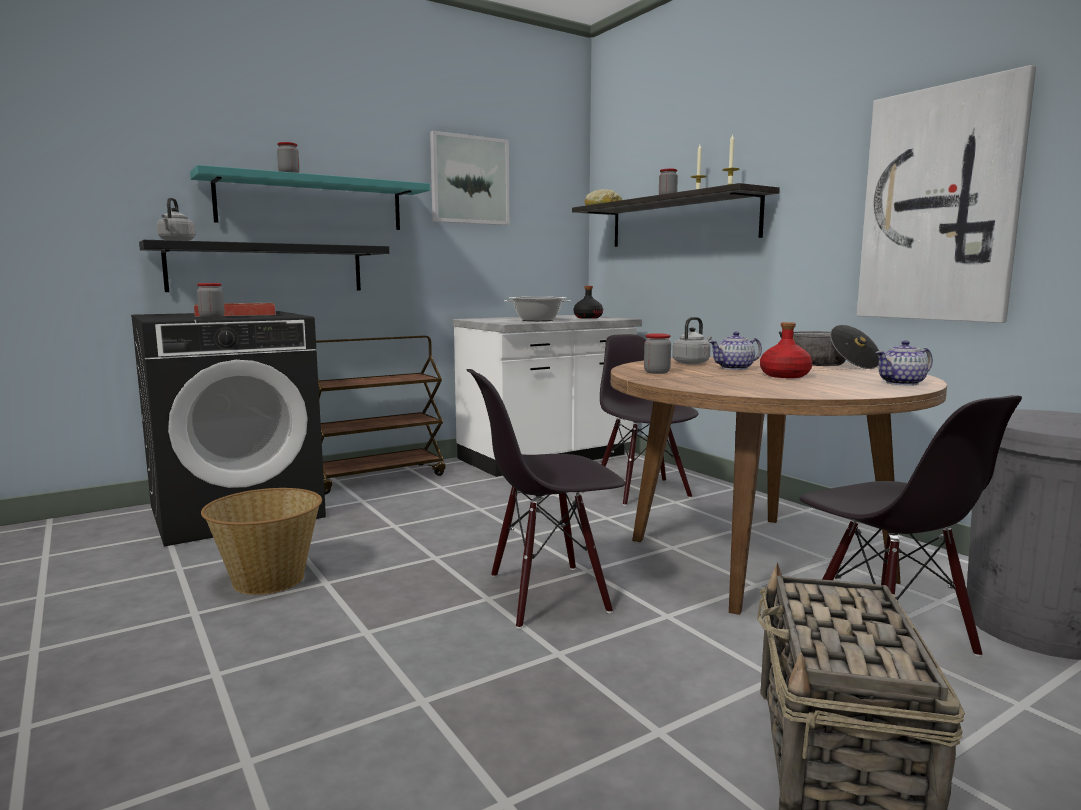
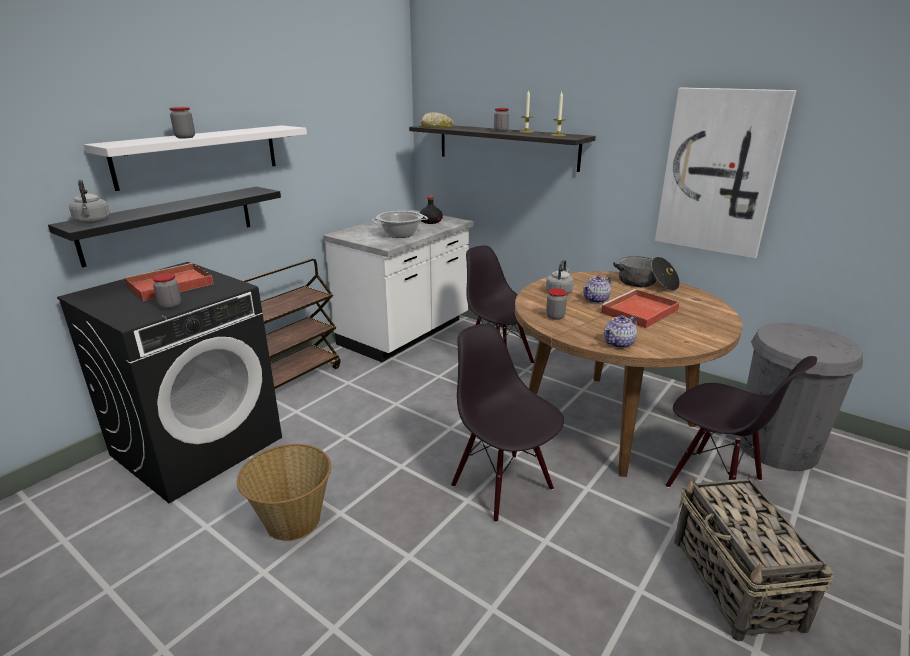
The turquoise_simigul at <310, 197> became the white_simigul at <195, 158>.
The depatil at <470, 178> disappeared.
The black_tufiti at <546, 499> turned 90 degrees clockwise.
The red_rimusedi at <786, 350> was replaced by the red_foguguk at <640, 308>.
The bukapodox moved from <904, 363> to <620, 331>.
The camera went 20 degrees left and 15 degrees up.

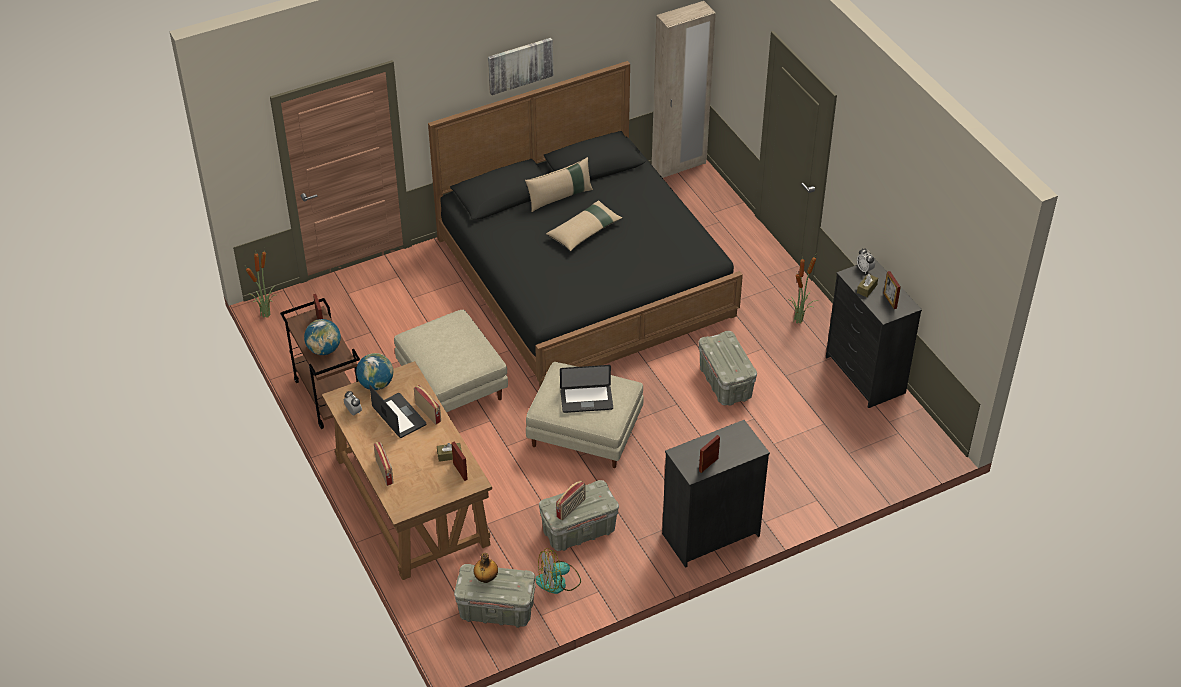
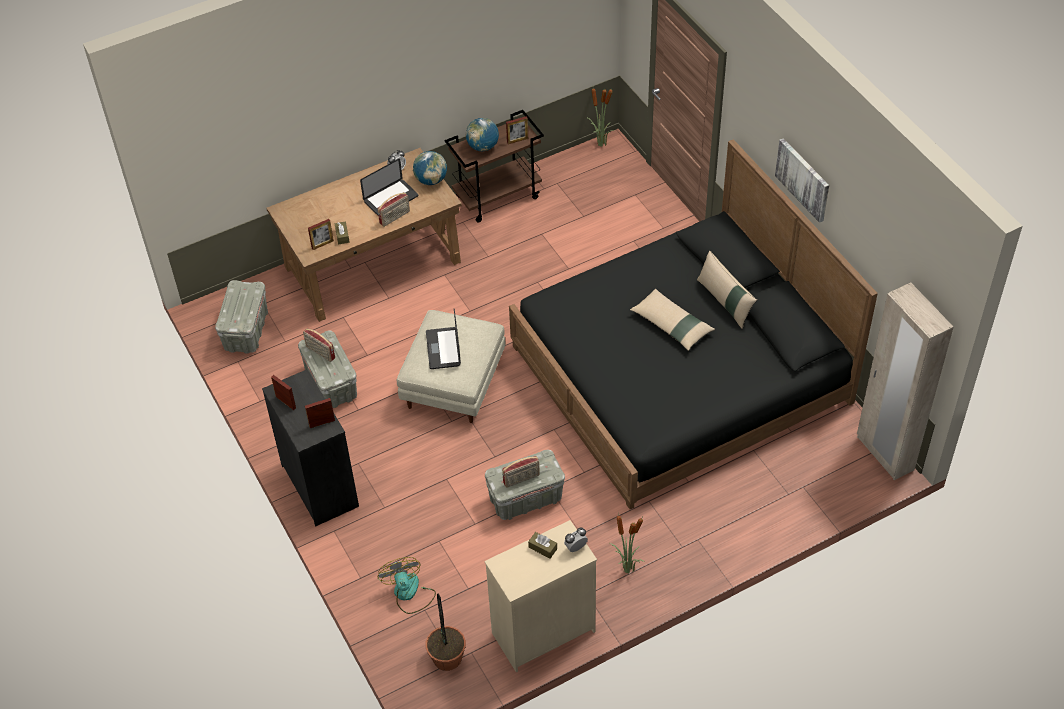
The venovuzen moved from <384, 464> to <521, 471>.
The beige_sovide at <451, 361> disappeared.
The rimusedi at <485, 568> disappeared.
The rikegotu moved from <558, 571> to <406, 585>.
The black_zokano at <874, 333> became the beige_zokano at <540, 596>.
The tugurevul moved from <892, 290> to <320, 413>.
The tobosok at <445, 632> appeared.
The camera went 90 degrees right and 5 degrees up.

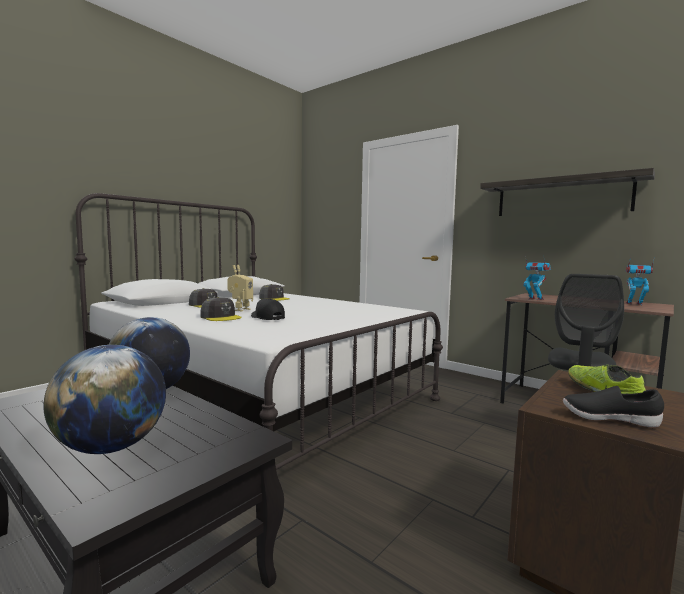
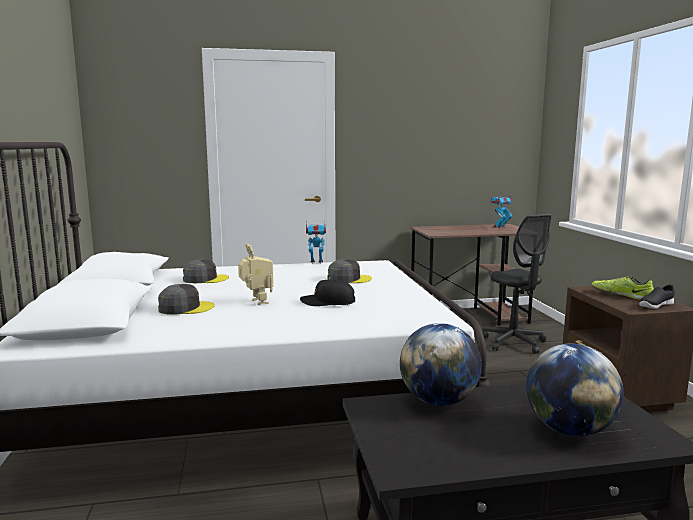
The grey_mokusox moved from <221, 309> to <350, 271>.
The simigul at <567, 192> disappeared.
The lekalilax moved from <537, 277> to <316, 242>.
The camera went 50 degrees left and 5 degrees up.

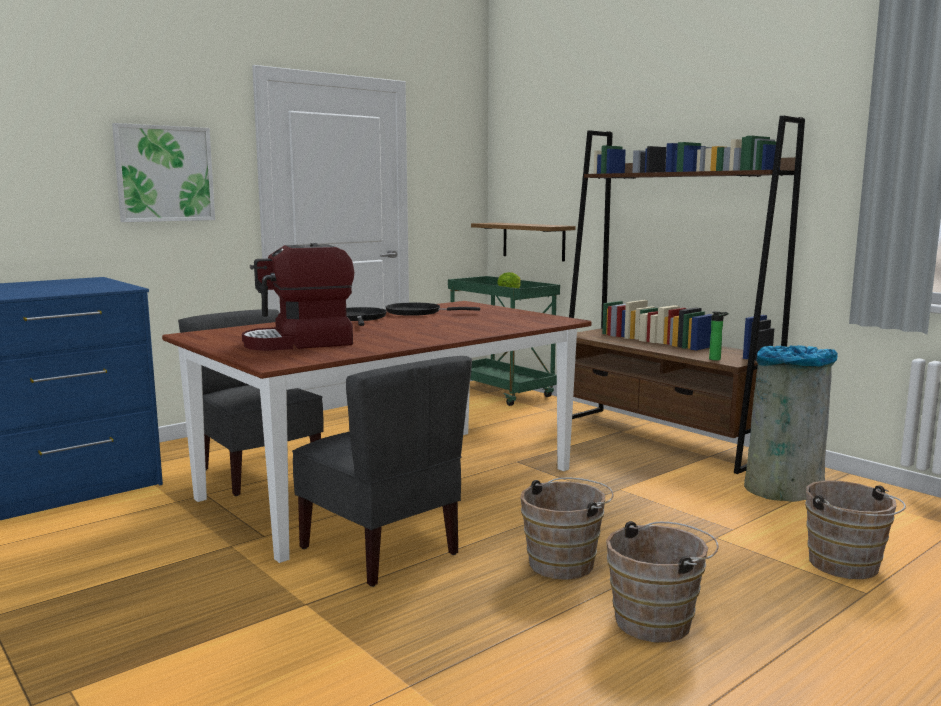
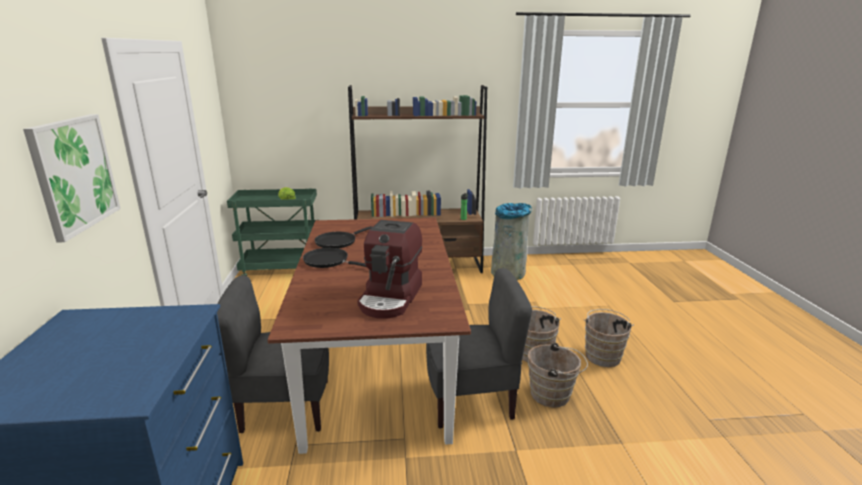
The simigul at <523, 242> disappeared.
The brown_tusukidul moved from <855, 529> to <558, 375>.
The camera went 55 degrees left and 10 degrees up.

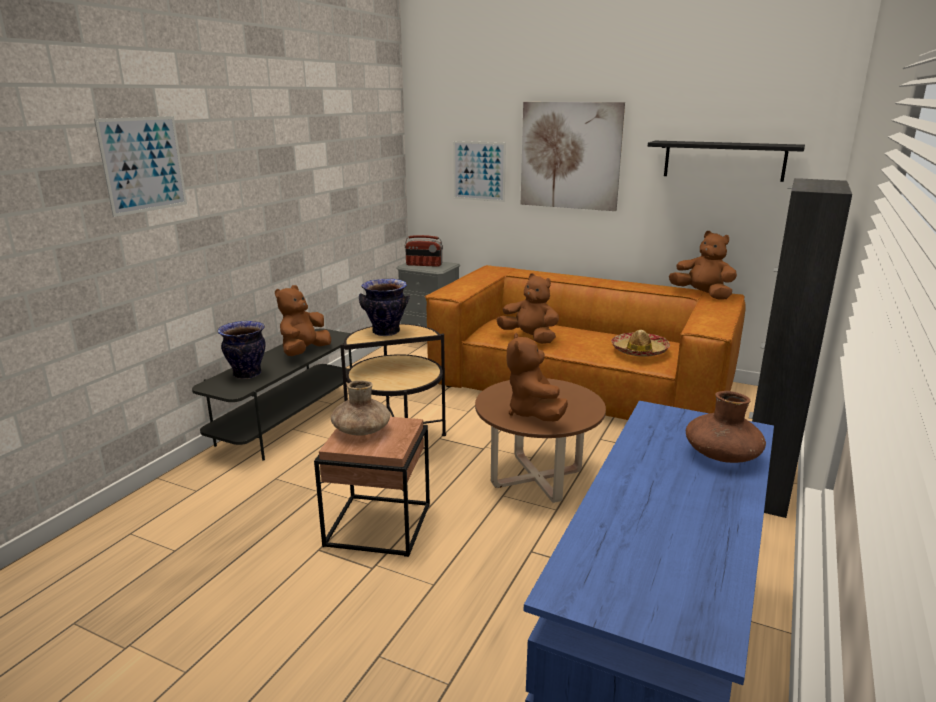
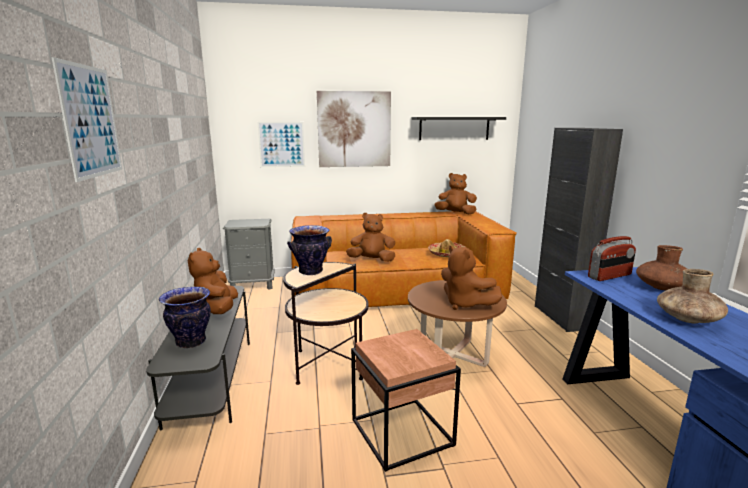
The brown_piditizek moved from <360, 408> to <692, 296>.
The venovuzen moved from <424, 251> to <612, 258>.
The camera went 35 degrees left and 5 degrees down.

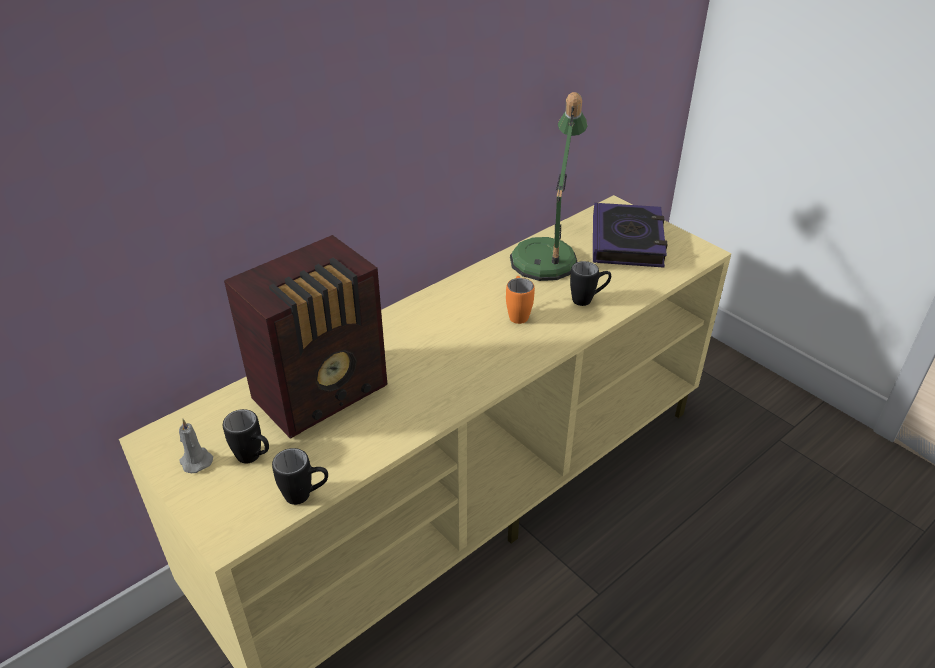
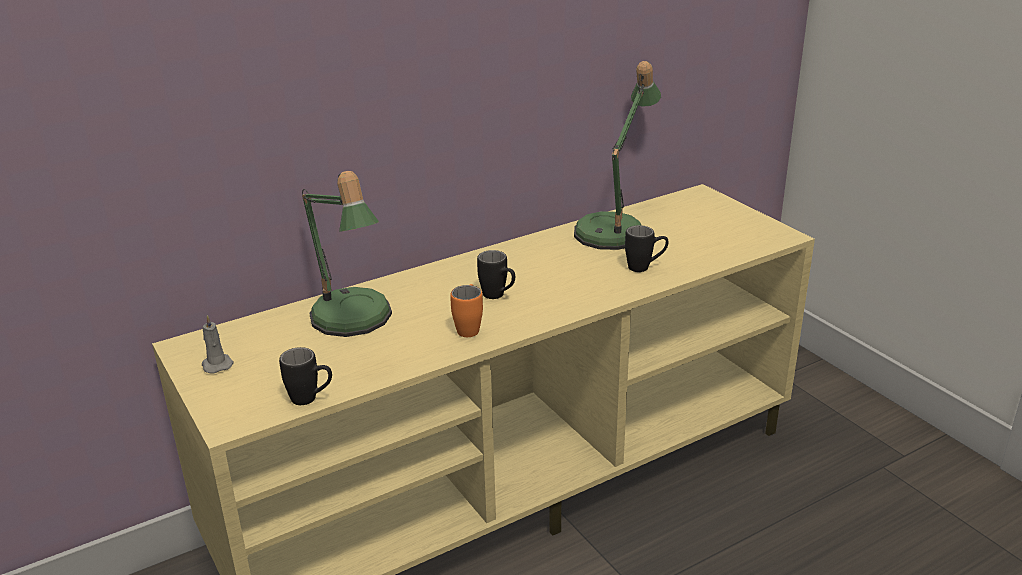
The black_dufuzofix moved from <246, 436> to <496, 274>.
The venovuzen at <305, 336> was replaced by the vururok at <347, 254>.
The orange_dufuzofix moved from <520, 300> to <466, 310>.
The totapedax at <630, 235> disappeared.
The camera went 10 degrees right and 10 degrees down.

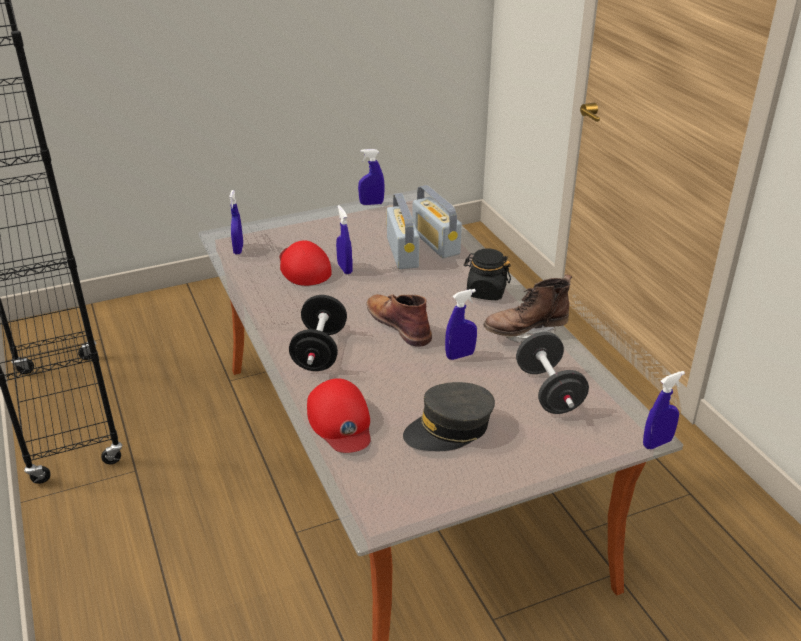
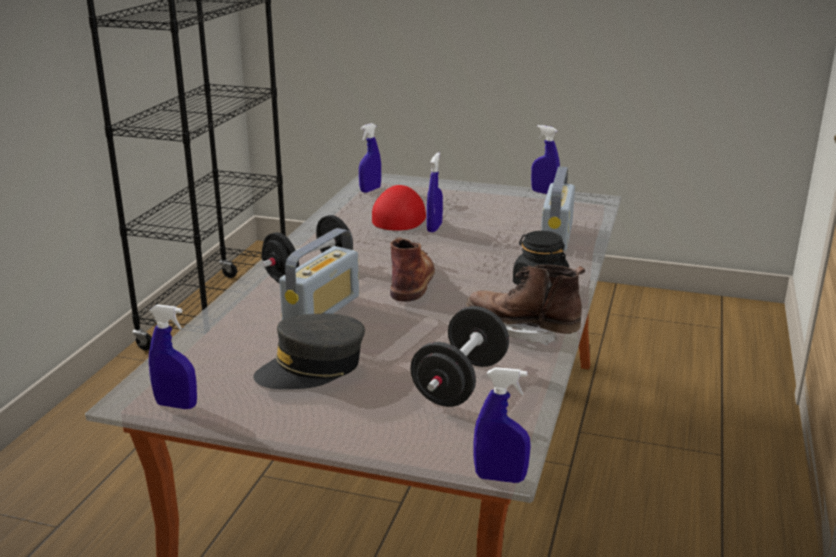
The red_mokusox at <339, 415> disappeared.
The venovuzen moved from <403, 231> to <319, 274>.
The grey_mokusox at <449, 416> turned 45 degrees counterclockwise.
The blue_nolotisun moved from <461, 324> to <173, 356>.
The camera went 40 degrees right and 10 degrees down.

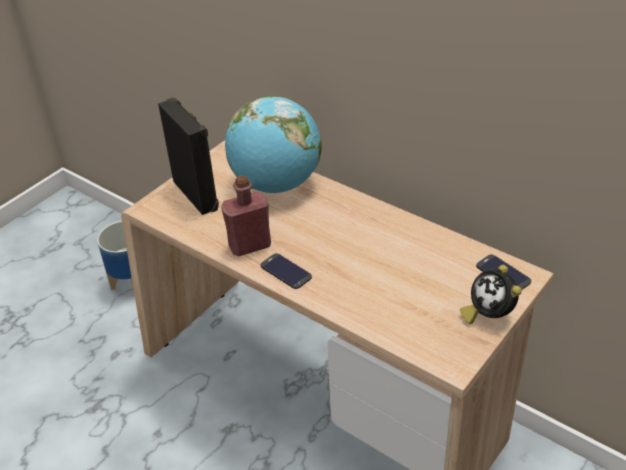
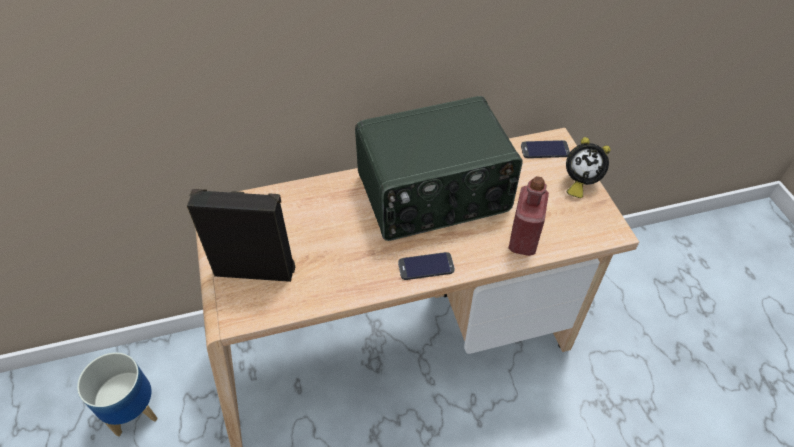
The red_rimusedi moved from <246, 216> to <528, 216>.
The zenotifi at <273, 144> disappeared.
The venovuzen at <439, 168> appeared.
The camera went 55 degrees left and 10 degrees up.

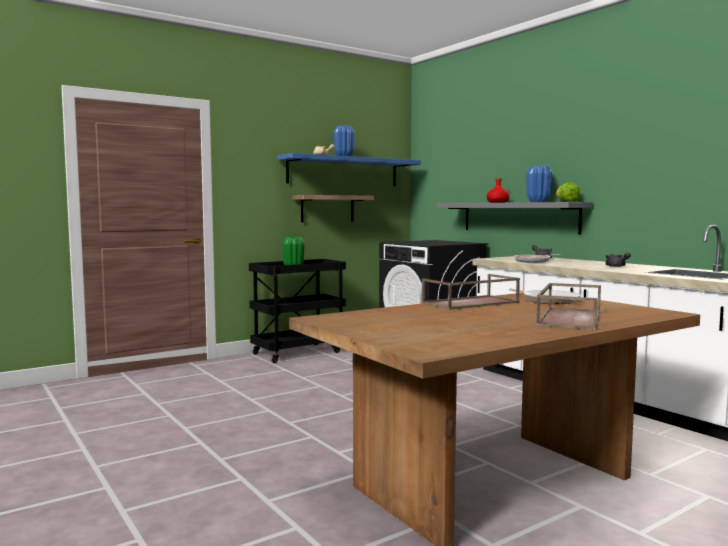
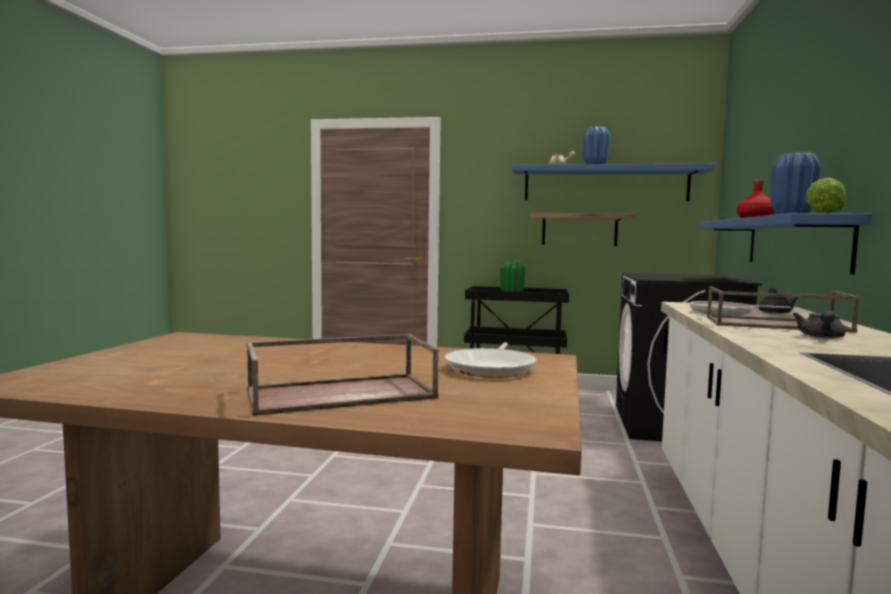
The brown_foguguk moved from <470, 292> to <783, 309>.
The grey_simigul at <515, 218> became the blue_simigul at <786, 243>.
The camera went 45 degrees right and 0 degrees up.

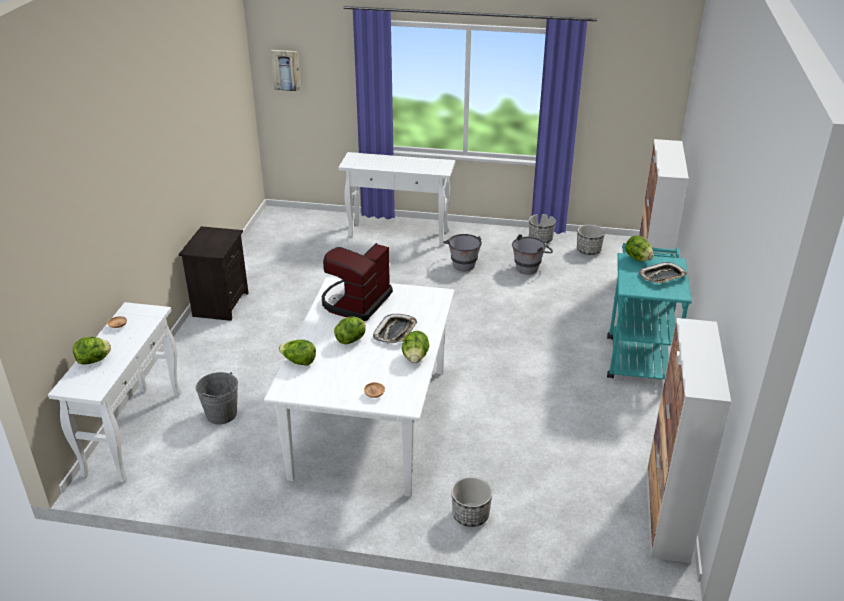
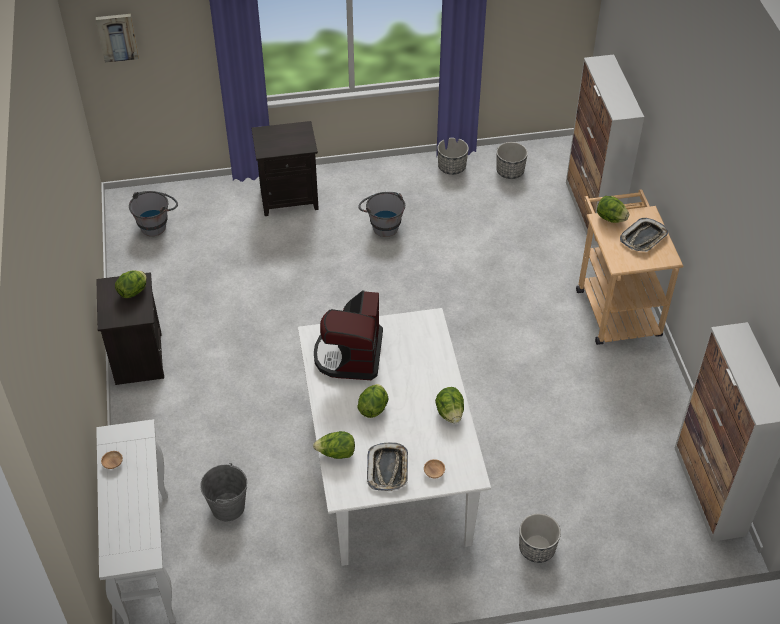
The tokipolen moved from <92, 350> to <131, 284>.
The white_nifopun at <396, 199> was replaced by the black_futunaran at <285, 168>.
The foguguk moved from <395, 328> to <387, 466>.
The grey_tusukidul moved from <532, 254> to <153, 213>.
The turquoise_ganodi at <649, 311> became the beige_ganodi at <629, 267>.
The camera went 20 degrees left and 15 degrees up.

